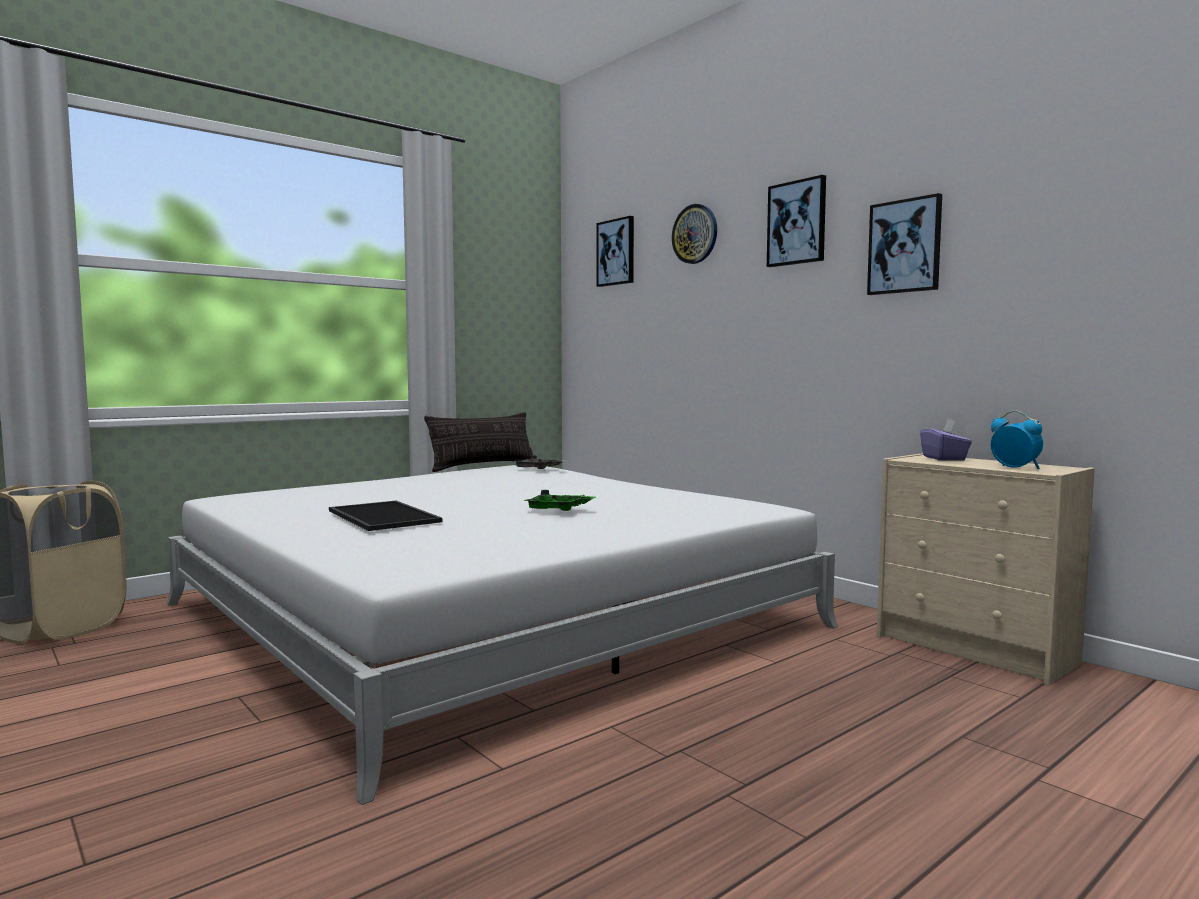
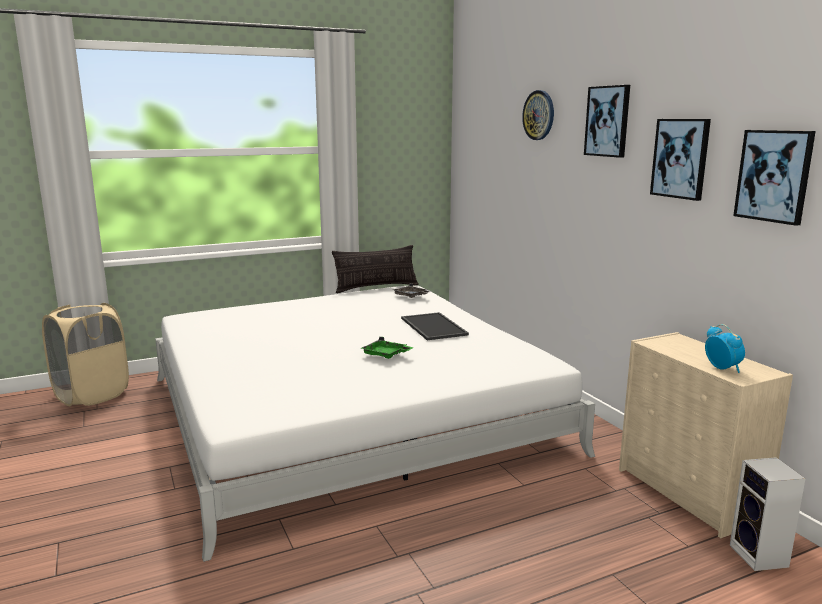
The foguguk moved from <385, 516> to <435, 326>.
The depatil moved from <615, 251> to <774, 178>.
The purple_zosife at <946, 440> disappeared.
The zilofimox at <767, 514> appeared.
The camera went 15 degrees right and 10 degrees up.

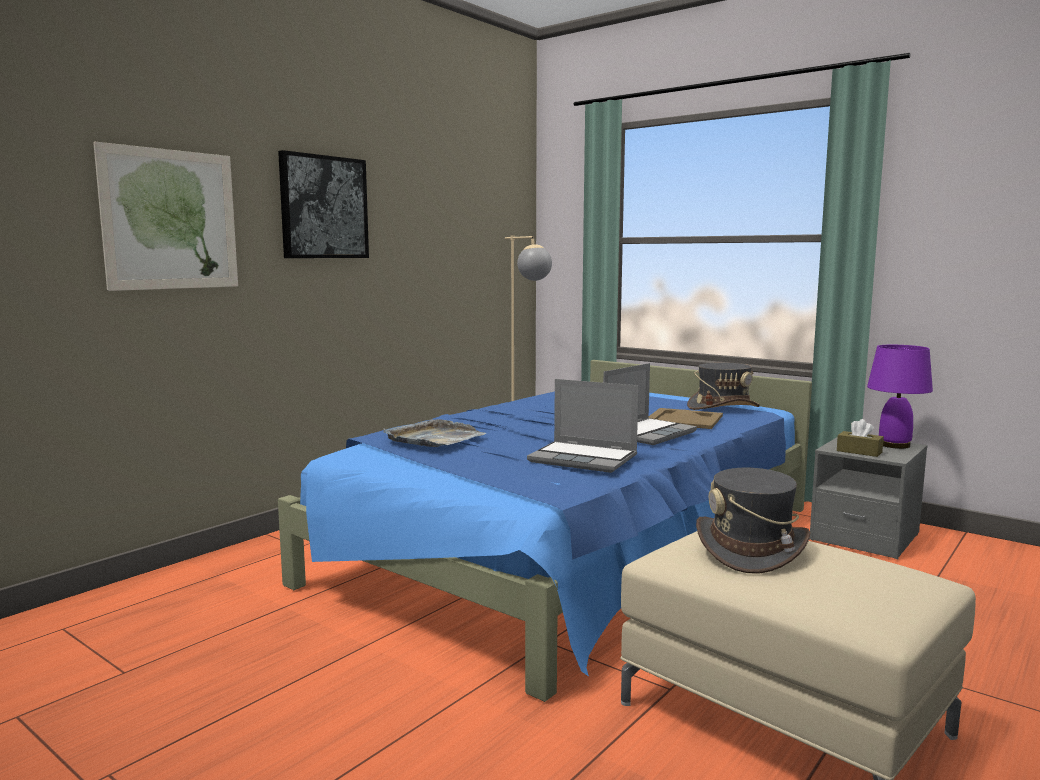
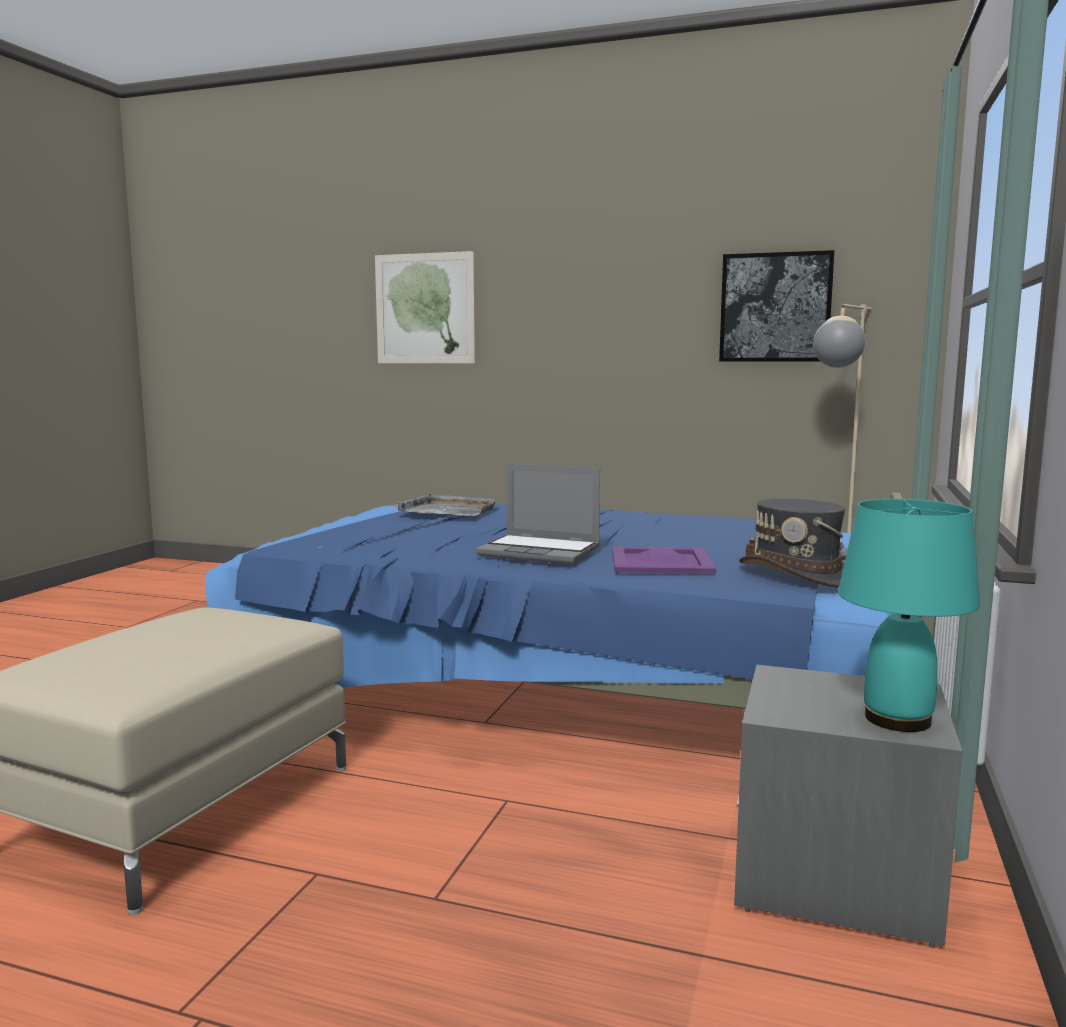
The depatil moved from <323, 204> to <776, 305>.
The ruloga at <583, 426> disappeared.
The beige_foguguk at <686, 418> became the purple_foguguk at <664, 560>.
The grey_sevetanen at <753, 521> disappeared.
The brown_zosife at <860, 438> disappeared.
The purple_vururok at <900, 397> became the turquoise_vururok at <909, 615>.
The camera went 70 degrees right and 0 degrees up.

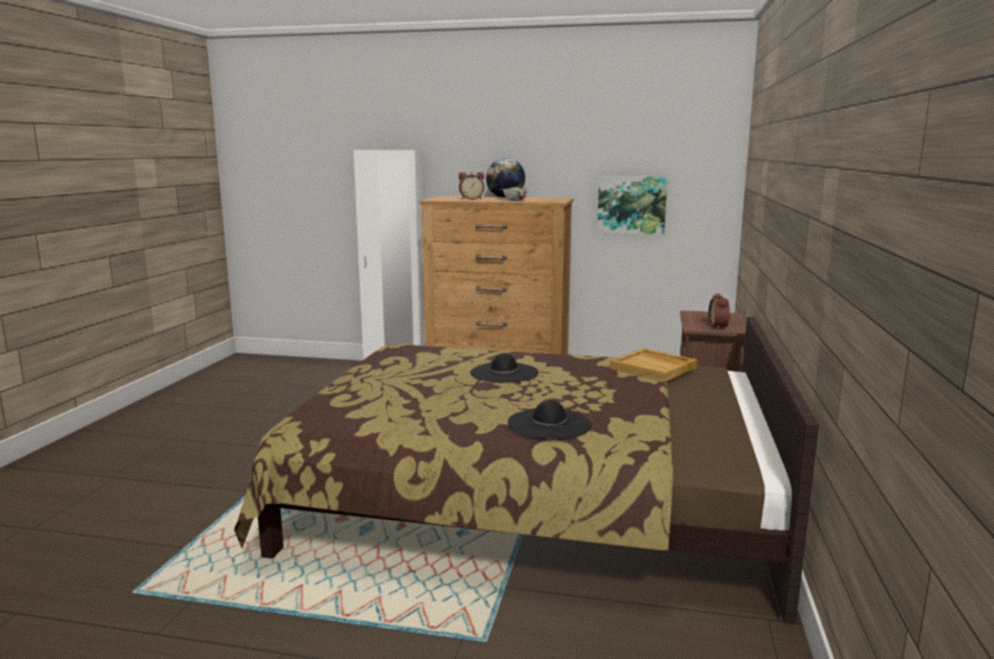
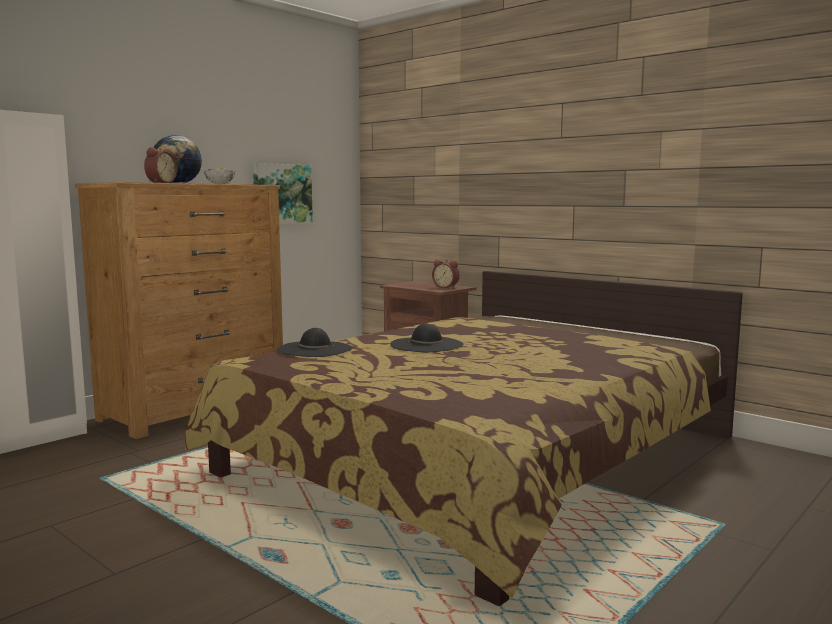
The black_sevetanen moved from <549, 419> to <315, 342>.
The beige_foguguk at <653, 365> disappeared.
The camera went 60 degrees left and 5 degrees down.

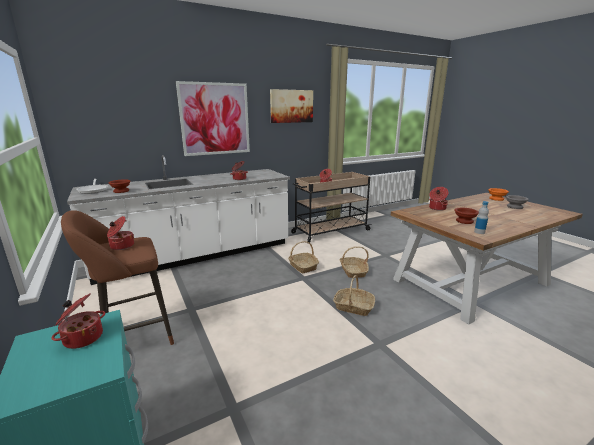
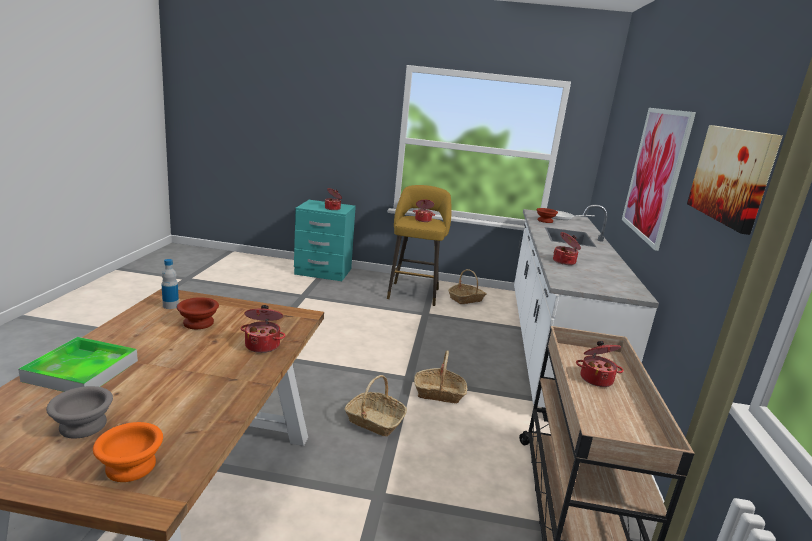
The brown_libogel at <117, 277> became the yellow_libogel at <419, 245>.
The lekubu moved from <354, 295> to <467, 286>.
The foguguk at <78, 364> appeared.
The camera went 125 degrees right and 0 degrees up.

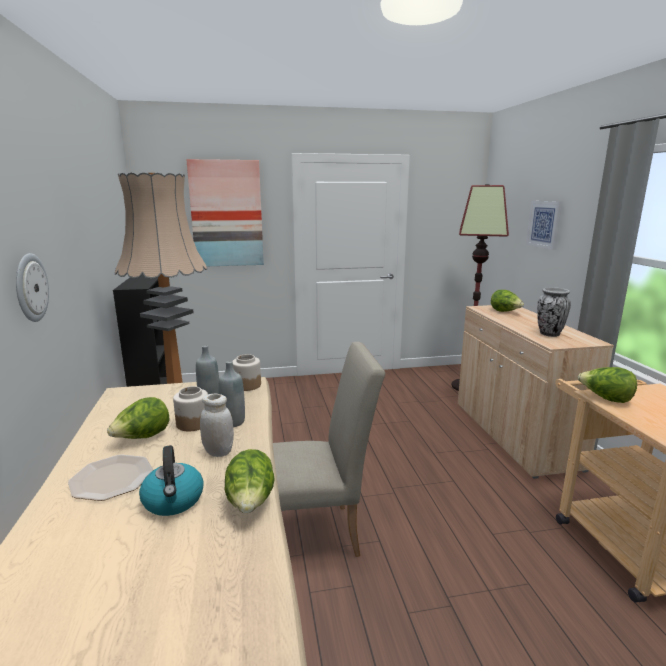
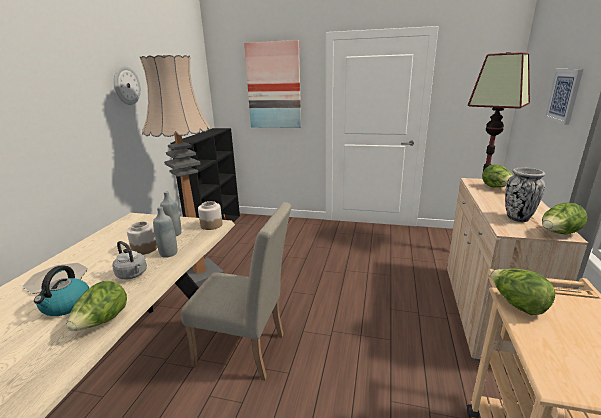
The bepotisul moved from <32, 287> to <127, 85>.
The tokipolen moved from <138, 418> to <564, 218>.
The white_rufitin at <217, 425> was replaced by the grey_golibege at <130, 260>.
The camera went 25 degrees right and 5 degrees up.

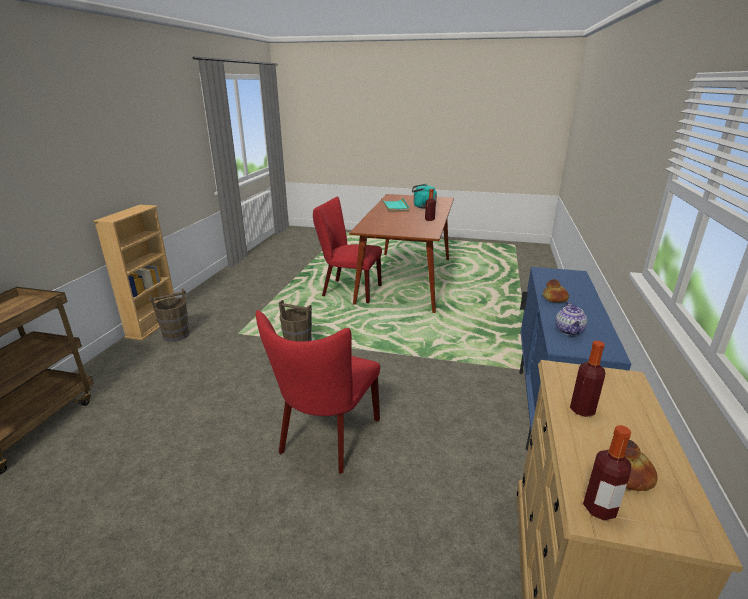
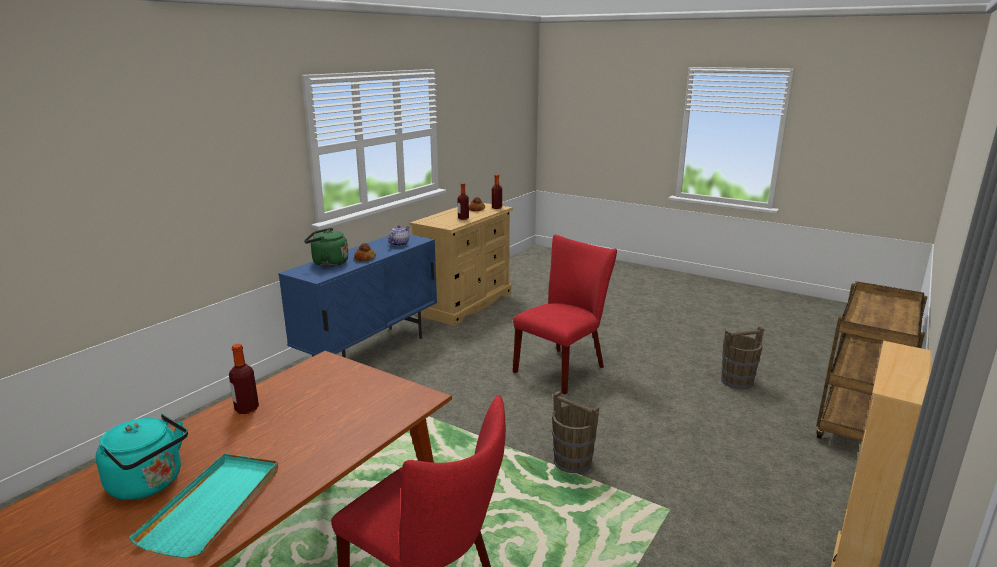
The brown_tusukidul moved from <169, 315> to <742, 357>.
The green_golibege at <326, 247> appeared.
The camera went 160 degrees left and 5 degrees down.

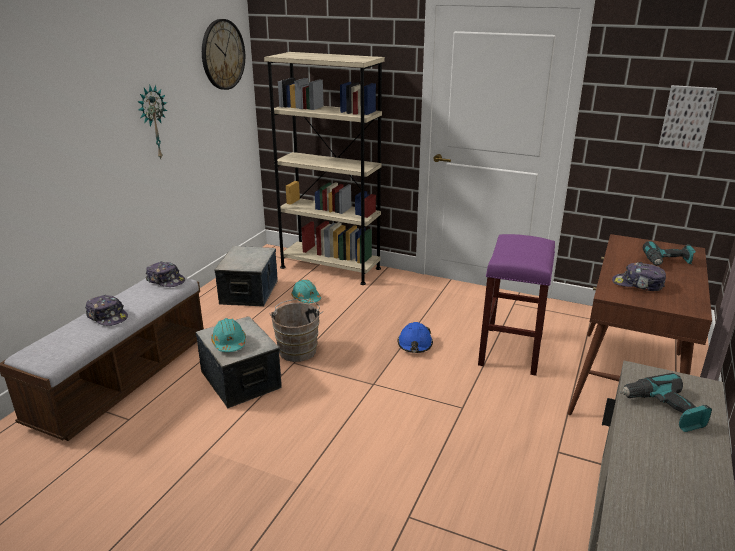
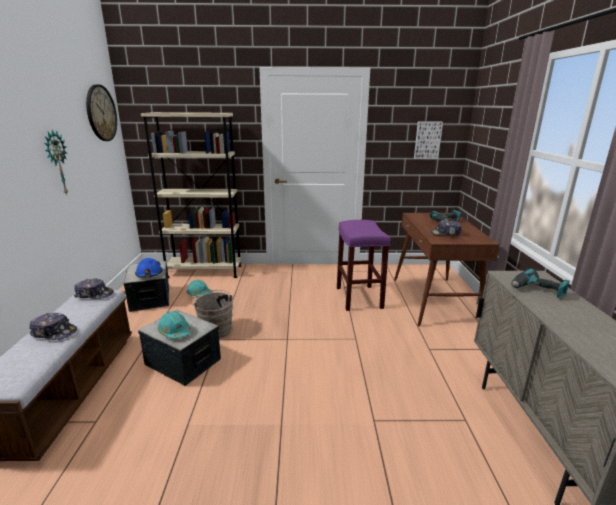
The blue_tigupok moved from <415, 337> to <149, 268>.
The camera went 25 degrees left and 5 degrees down.

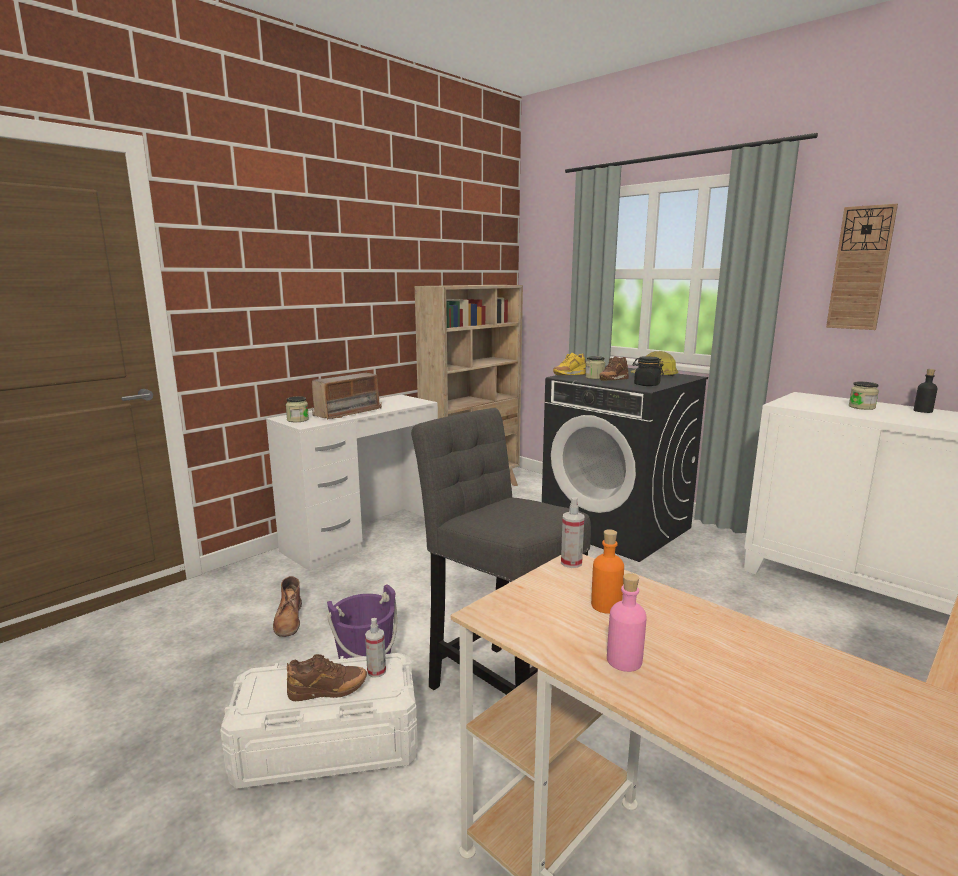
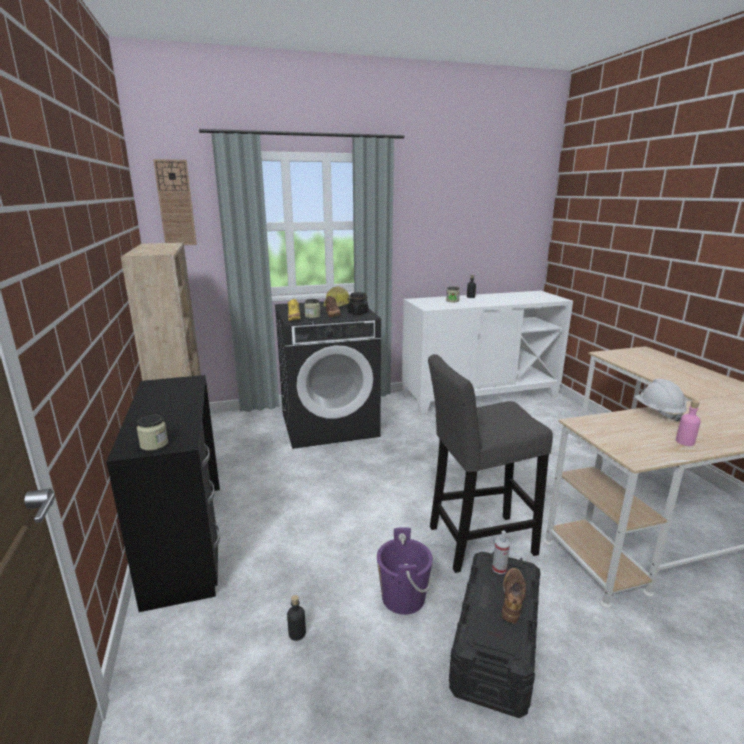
The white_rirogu at <319, 721> became the black_rirogu at <495, 635>.
The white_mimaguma at <352, 483> became the black_mimaguma at <163, 493>.
The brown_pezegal at <287, 606> was replaced by the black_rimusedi at <296, 618>.
The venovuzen at <347, 396> disappeared.
The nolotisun at <573, 532> disappeared.
The orange_rimusedi at <607, 571> disappeared.
The bepotisul moved from <862, 267> to <175, 202>.
The white_tigupok at <660, 400> appeared.
The camera went 60 degrees left and 5 degrees up.

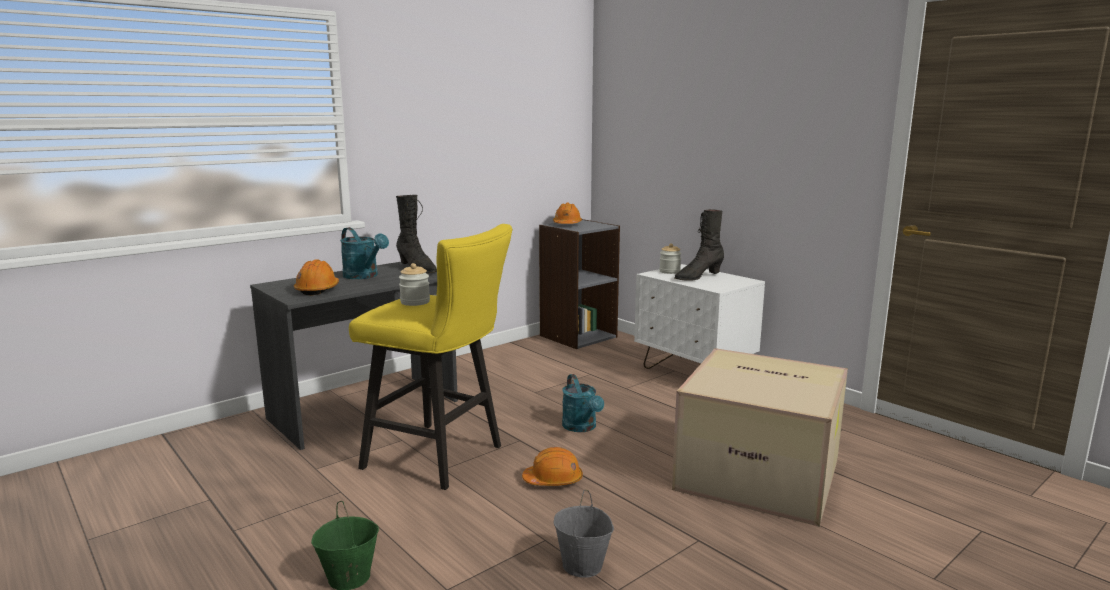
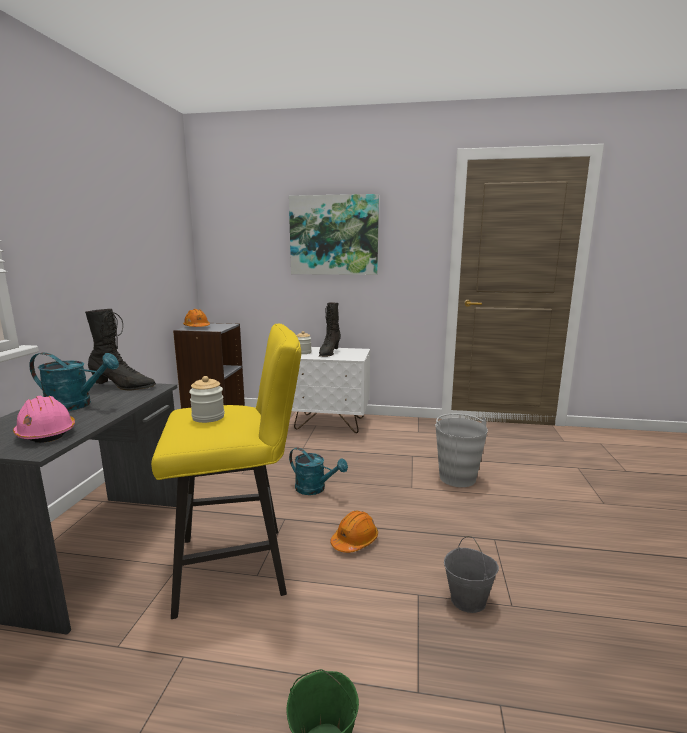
The orange_tigupok at <316, 277> became the pink_tigupok at <44, 419>.
The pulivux at <760, 437> was replaced by the grey_tusukidul at <461, 450>.
The depatil at <334, 234> appeared.
The camera went 40 degrees left and 0 degrees up.

